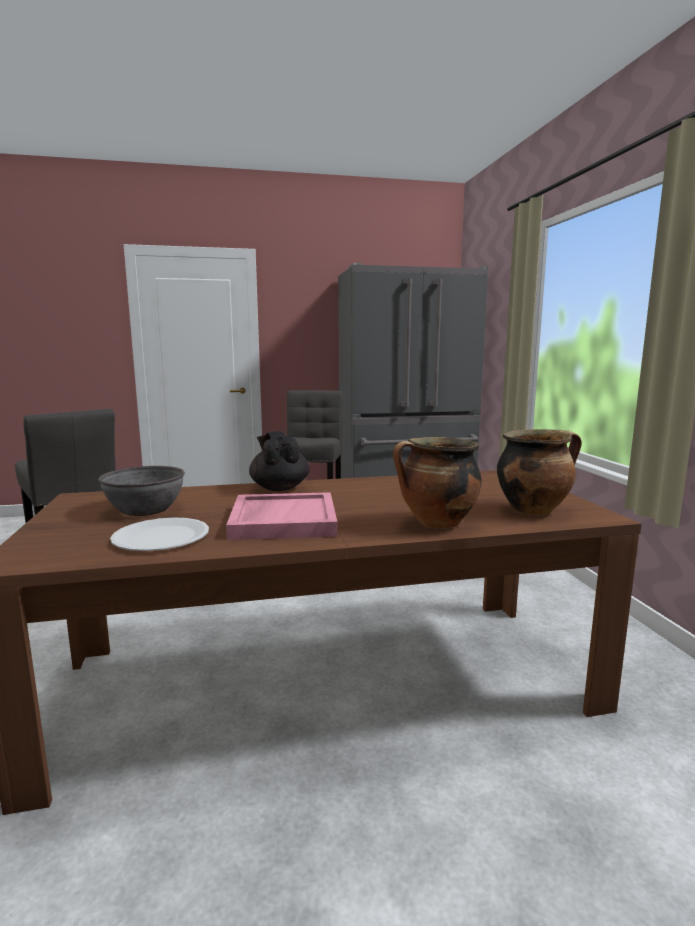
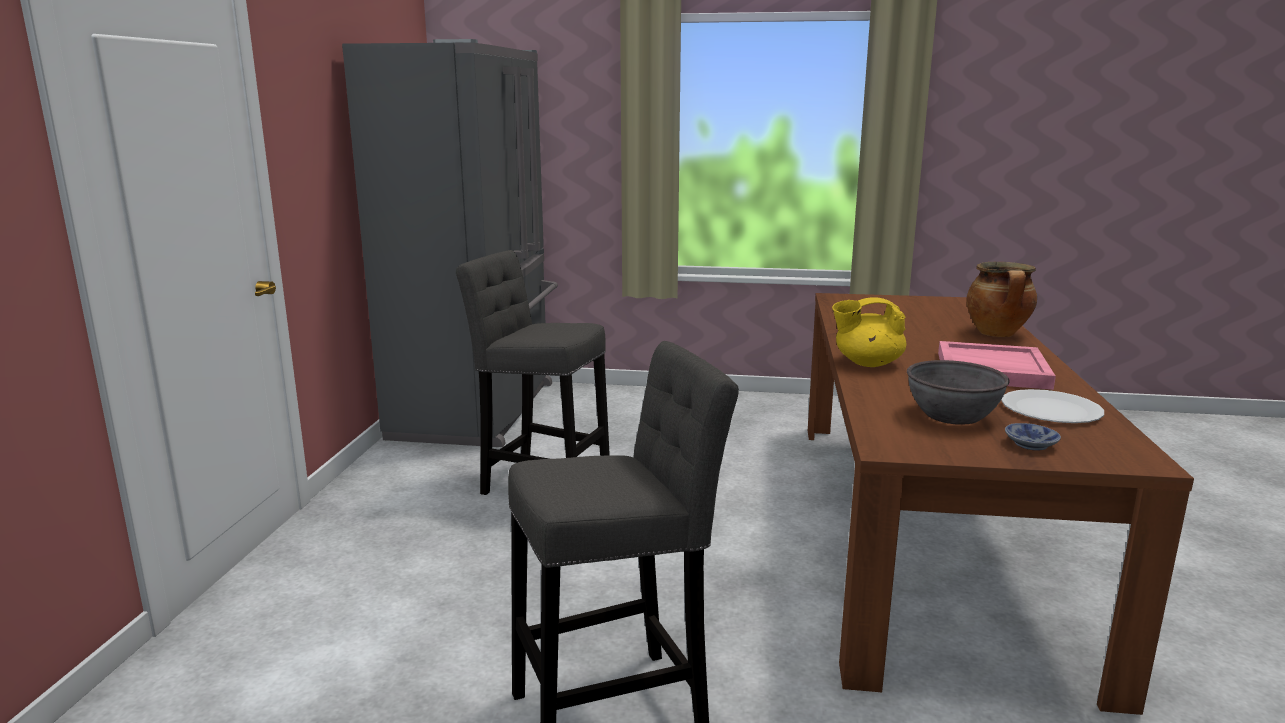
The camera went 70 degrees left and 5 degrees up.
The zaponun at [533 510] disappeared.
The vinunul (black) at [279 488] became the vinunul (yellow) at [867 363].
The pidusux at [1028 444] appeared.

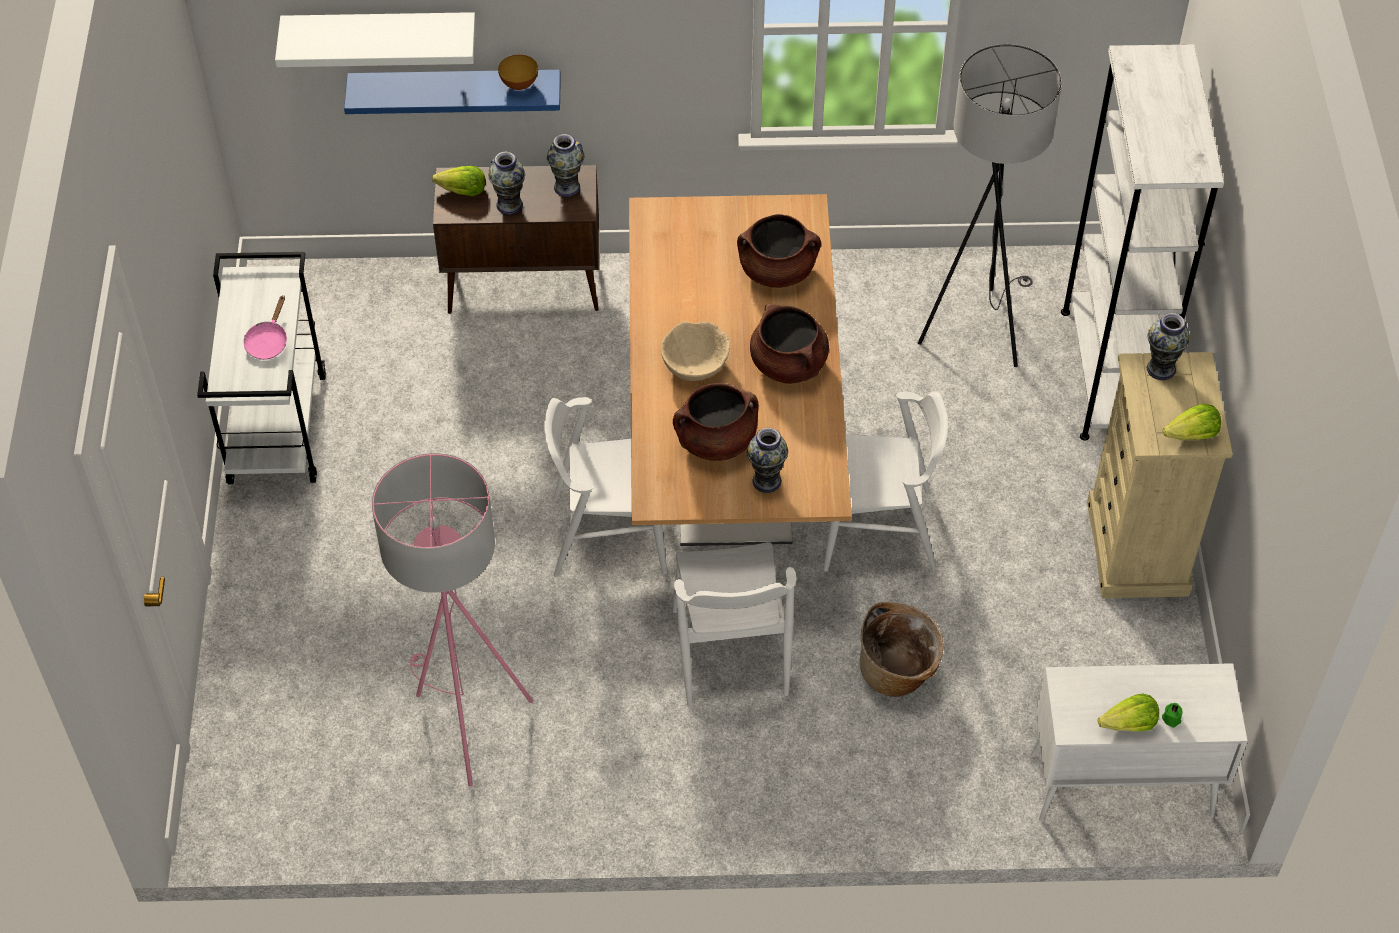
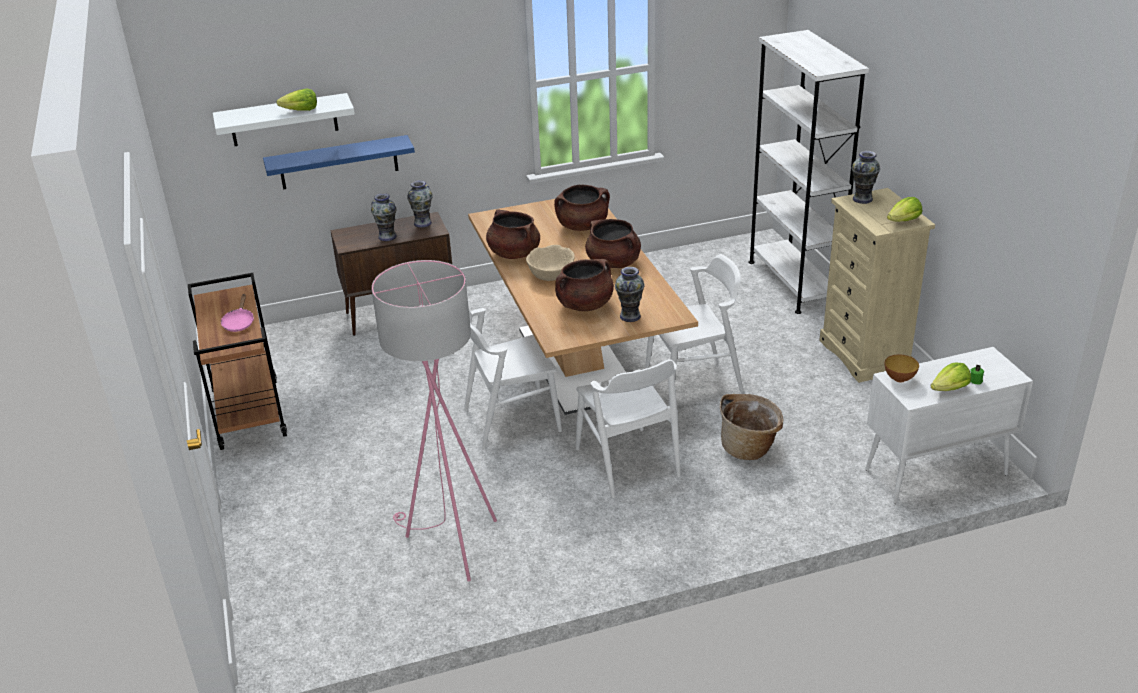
The camera went 15 degrees left and 20 degrees down.
The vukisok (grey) at [976 326] disappeared.
The pidusux moved from [519 85] to [899 379].
The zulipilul moved from [462 191] to [300 111].
The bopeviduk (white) at [276 427] became the bopeviduk (brown) at [248 414].
The zaponun (brown) at [513 253] appeared.

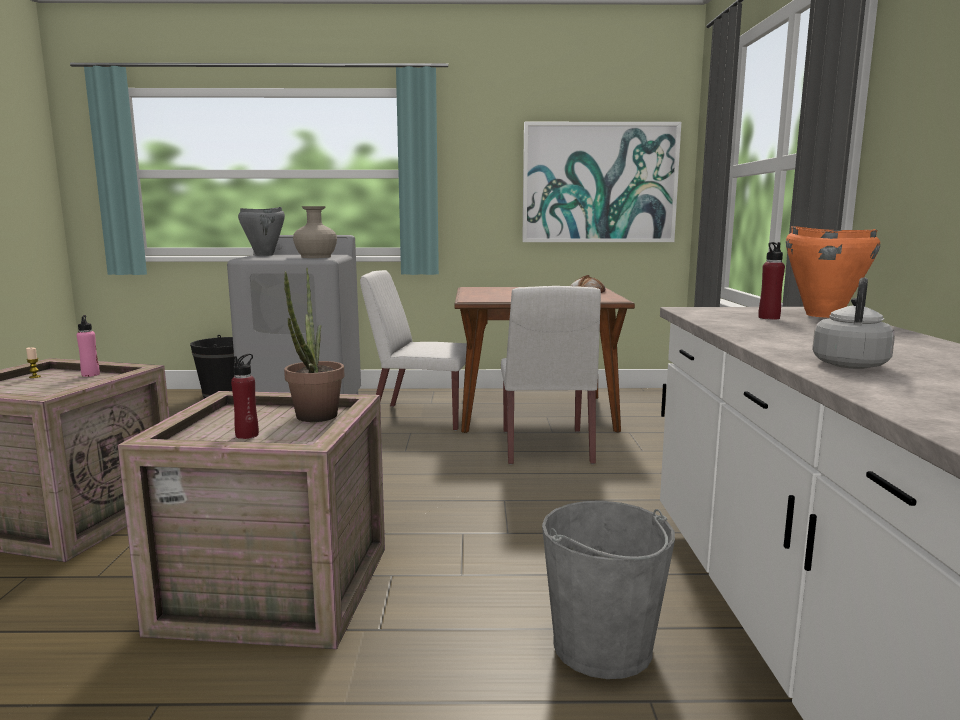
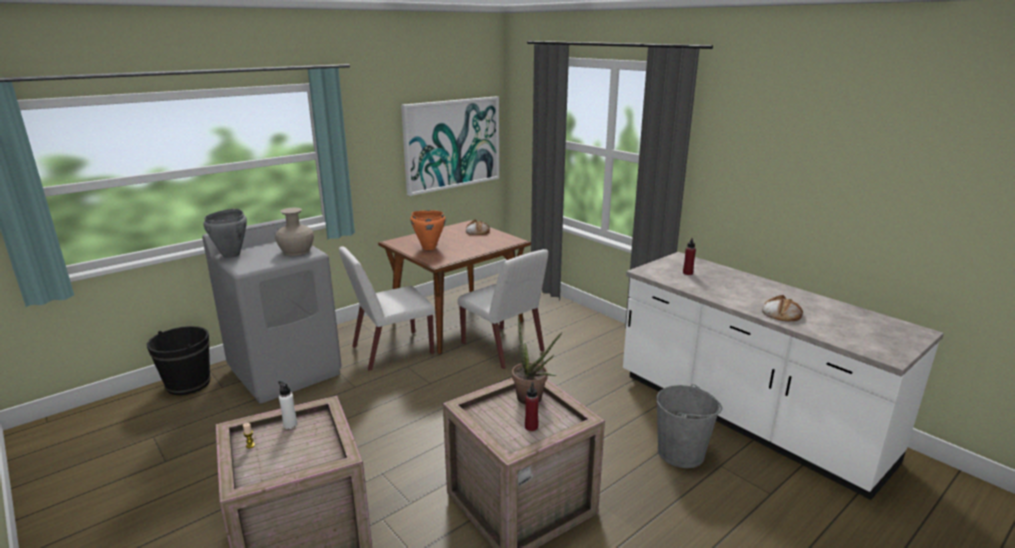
The camera went 40 degrees left and 10 degrees up.
The zaponun (orange) moved from [822 315] to [429 247].
The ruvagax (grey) at [850 364] was replaced by the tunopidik at [781 313].
The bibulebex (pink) at [90 374] became the bibulebex (white) at [290 425].

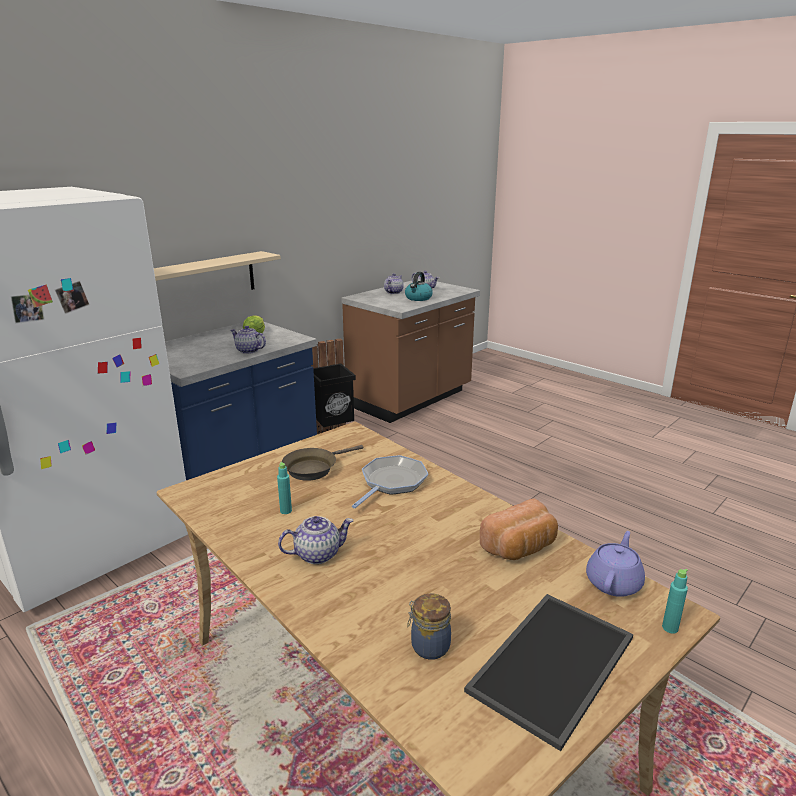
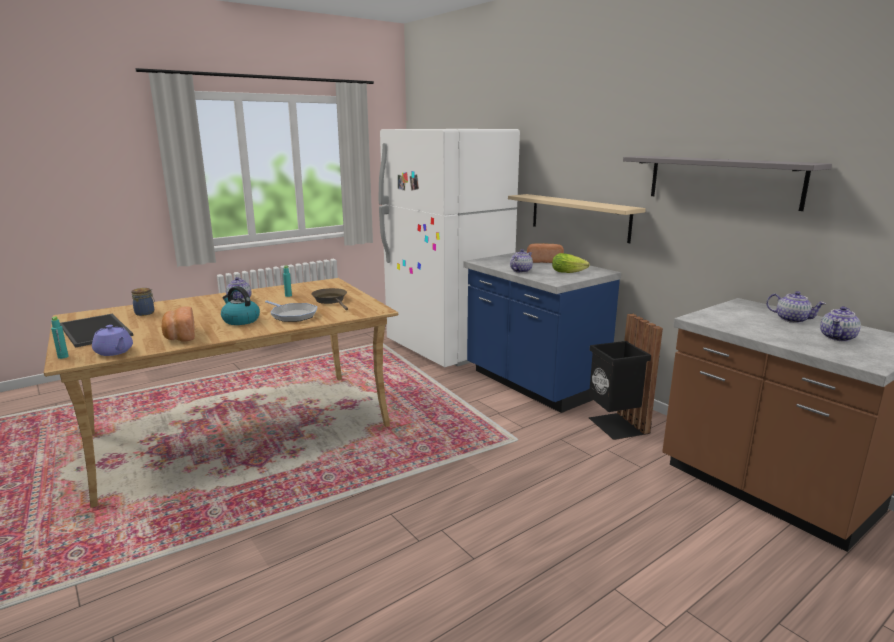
The camera went 100 degrees right and 5 degrees down.
The ruvagax moved from [418 298] to [240 320].
The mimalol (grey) at [722 181] appeared.
The tunopidik at [544 261] appeared.

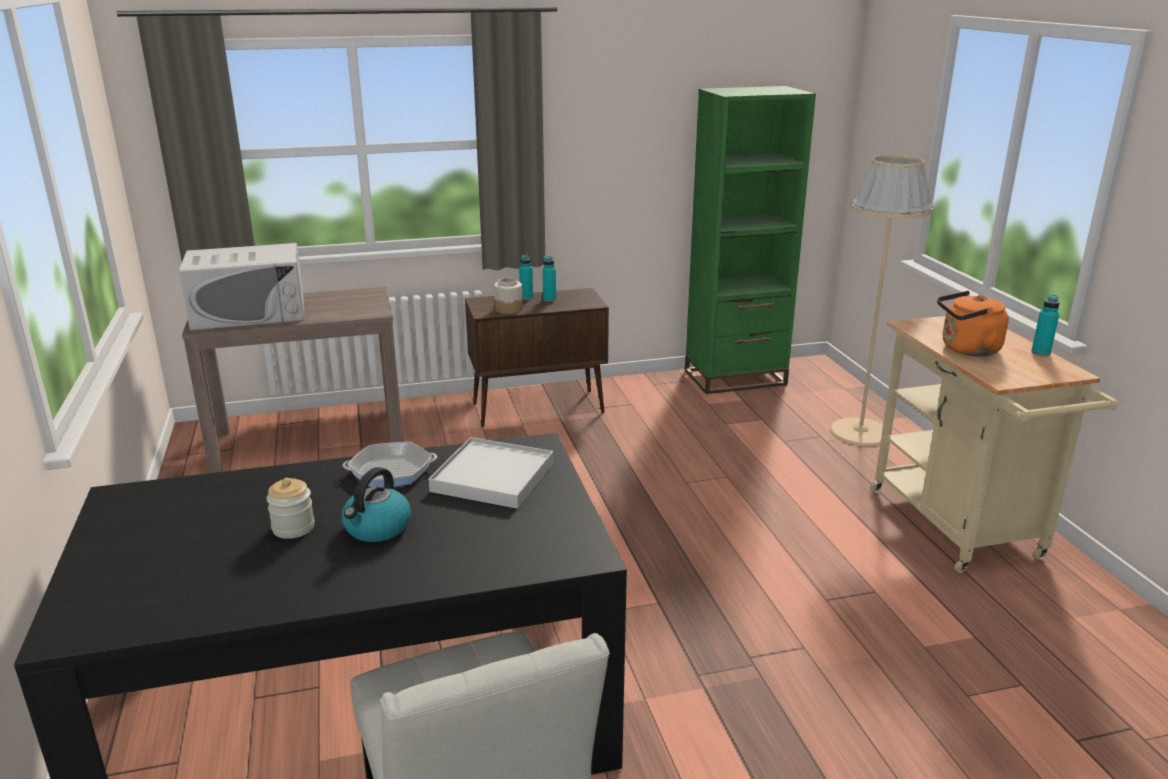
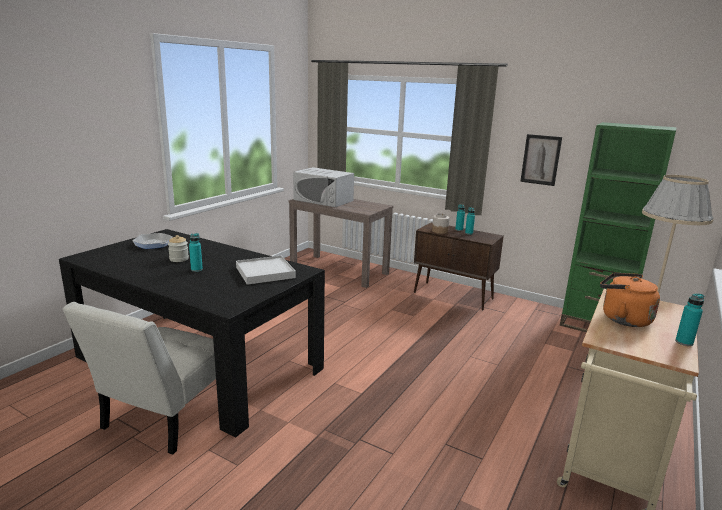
The camera went 45 degrees right and 5 degrees down.
The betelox moved from [391 471] to [153 244].
The ruvagax at [377 528] was replaced by the bibulebex (turquoise) at [196 269].
The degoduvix at [540 160] appeared.

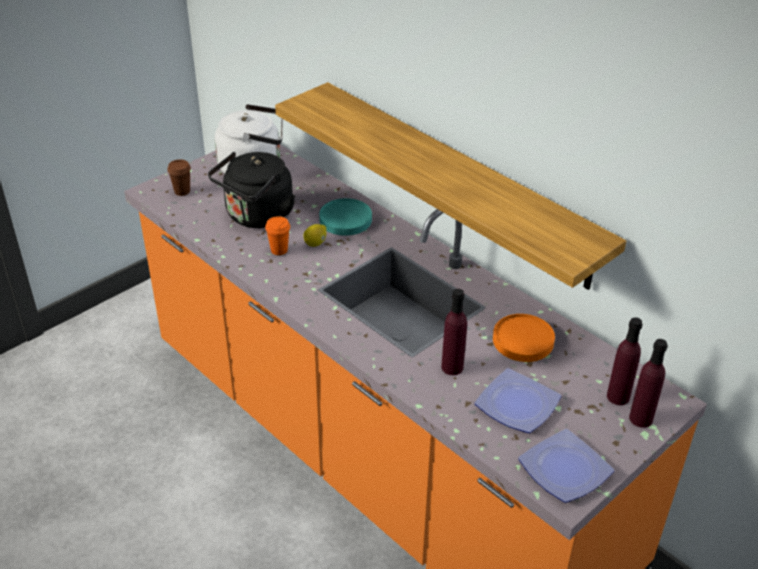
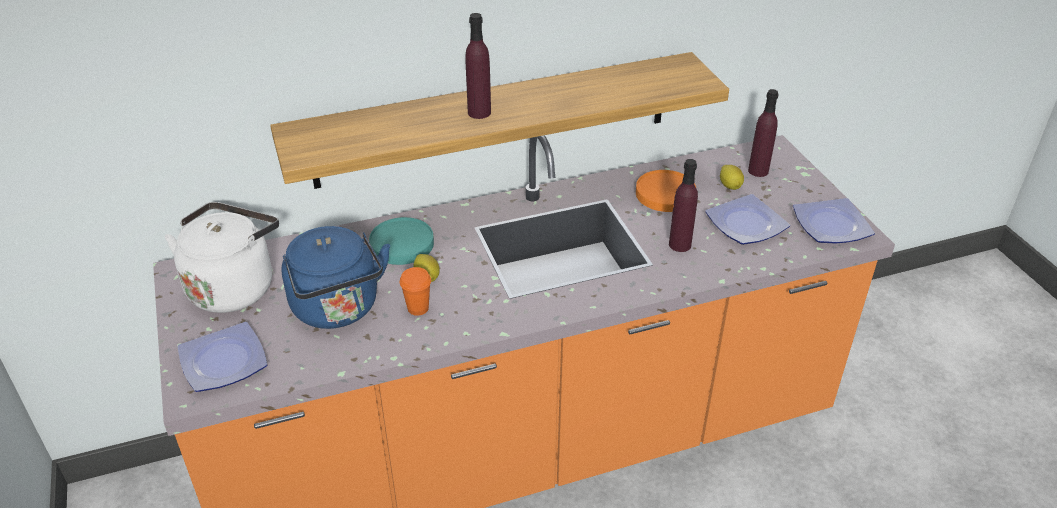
The camera went 65 degrees left and 0 degrees up.
The ruvagax (black) at [257 217] became the ruvagax (blue) at [338 309].
The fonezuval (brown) at [182 191] was replaced by the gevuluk at [222 363].
The bibulebex (purple) moved from [640 418] to [479 112].
The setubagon at [730 186] appeared.

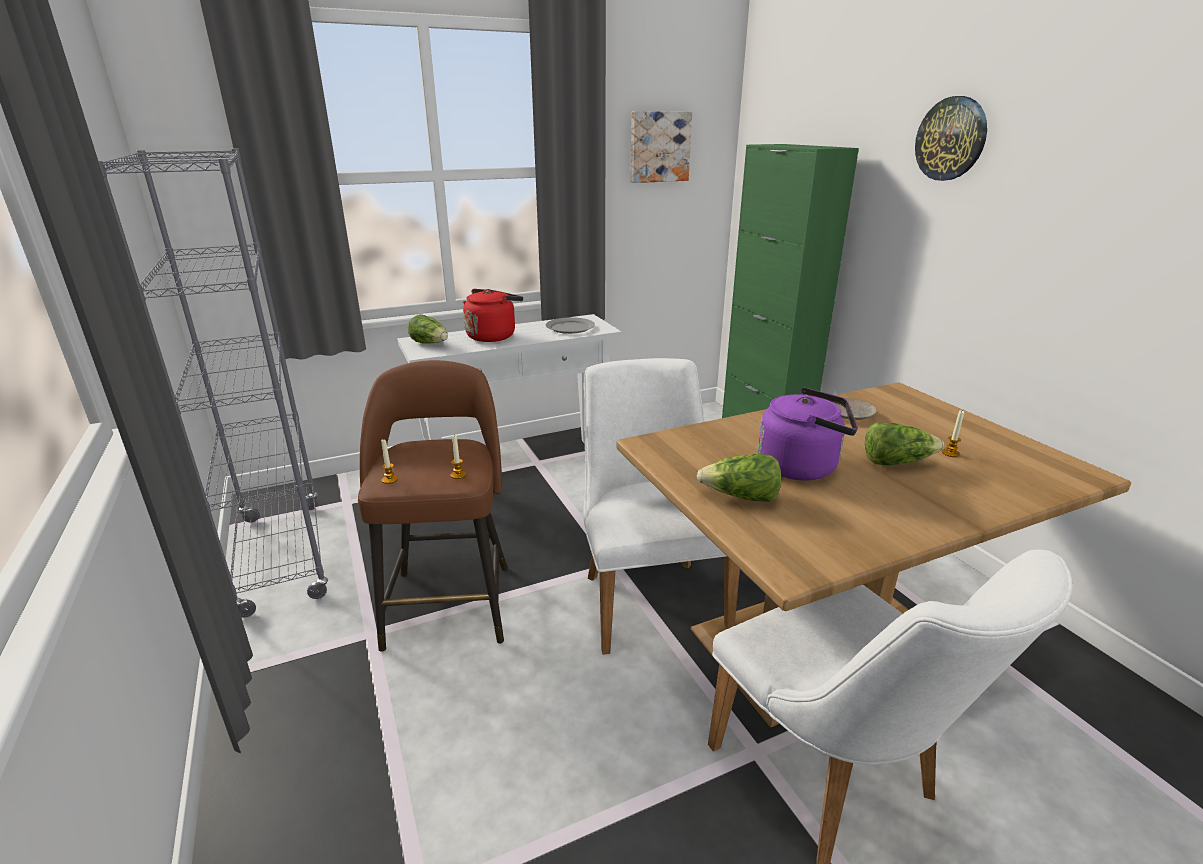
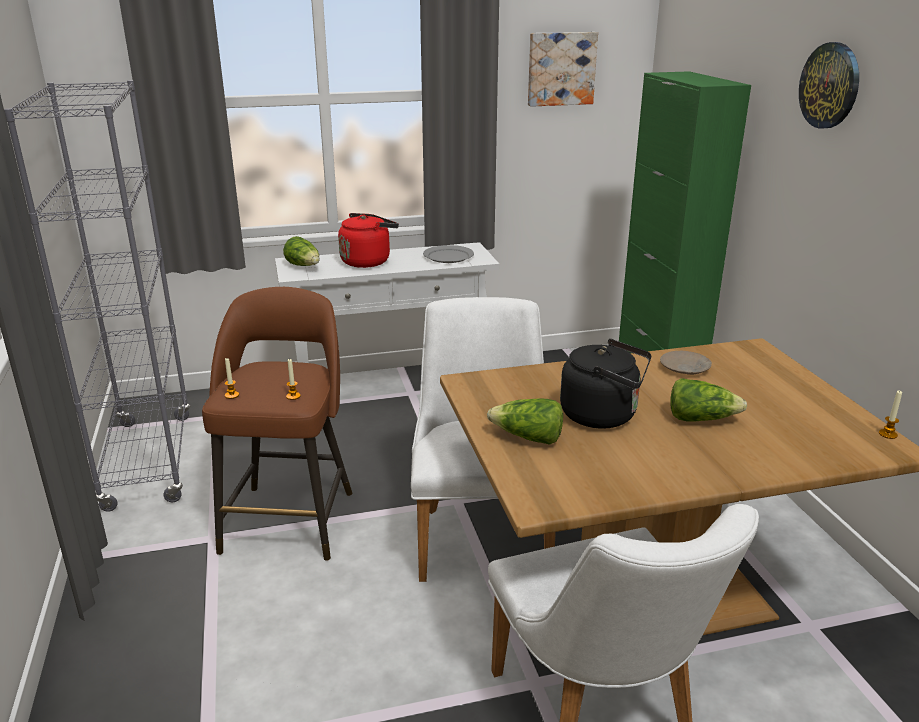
The camera went 10 degrees right and 0 degrees up.
The ruvagax (purple) at [802 467] became the ruvagax (black) at [603 415].
The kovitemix moved from [950 453] to [888 434].

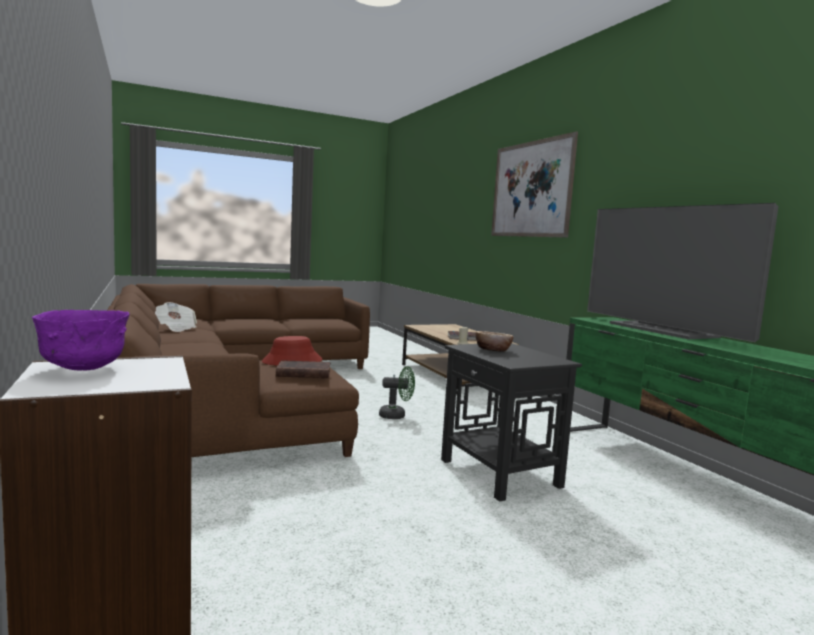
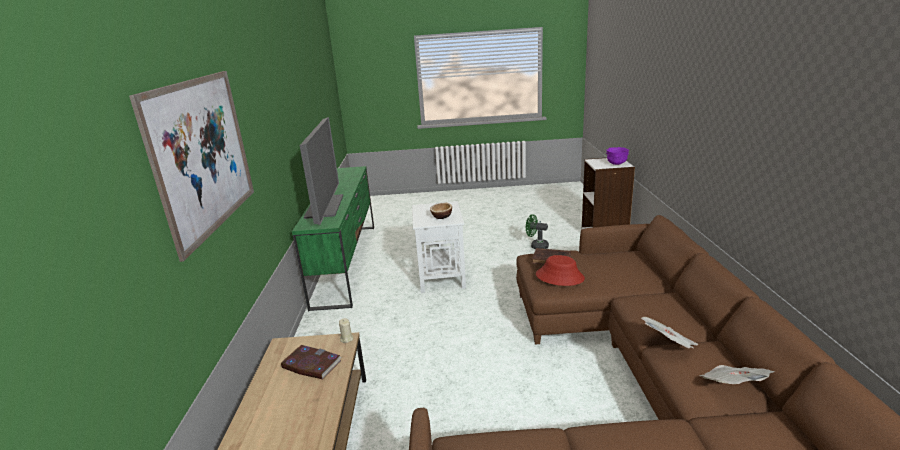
The camera went 155 degrees left and 15 degrees up.
The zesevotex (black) at [500 473] became the zesevotex (white) at [441 276].
The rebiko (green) moved from [396 416] to [536 246].
The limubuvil at [669 345] appeared.

